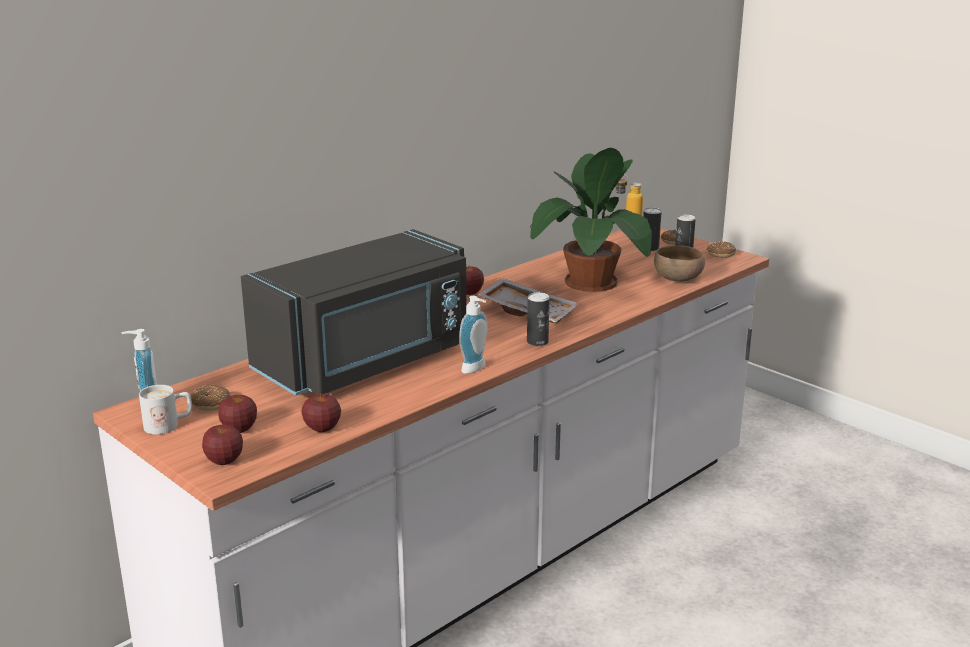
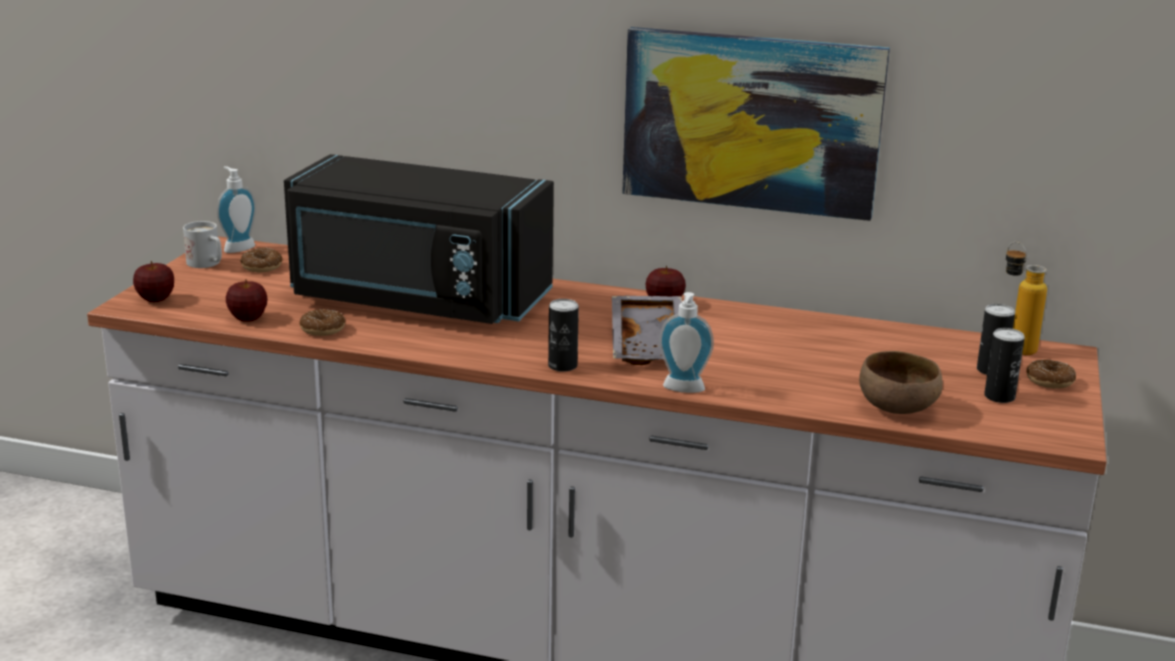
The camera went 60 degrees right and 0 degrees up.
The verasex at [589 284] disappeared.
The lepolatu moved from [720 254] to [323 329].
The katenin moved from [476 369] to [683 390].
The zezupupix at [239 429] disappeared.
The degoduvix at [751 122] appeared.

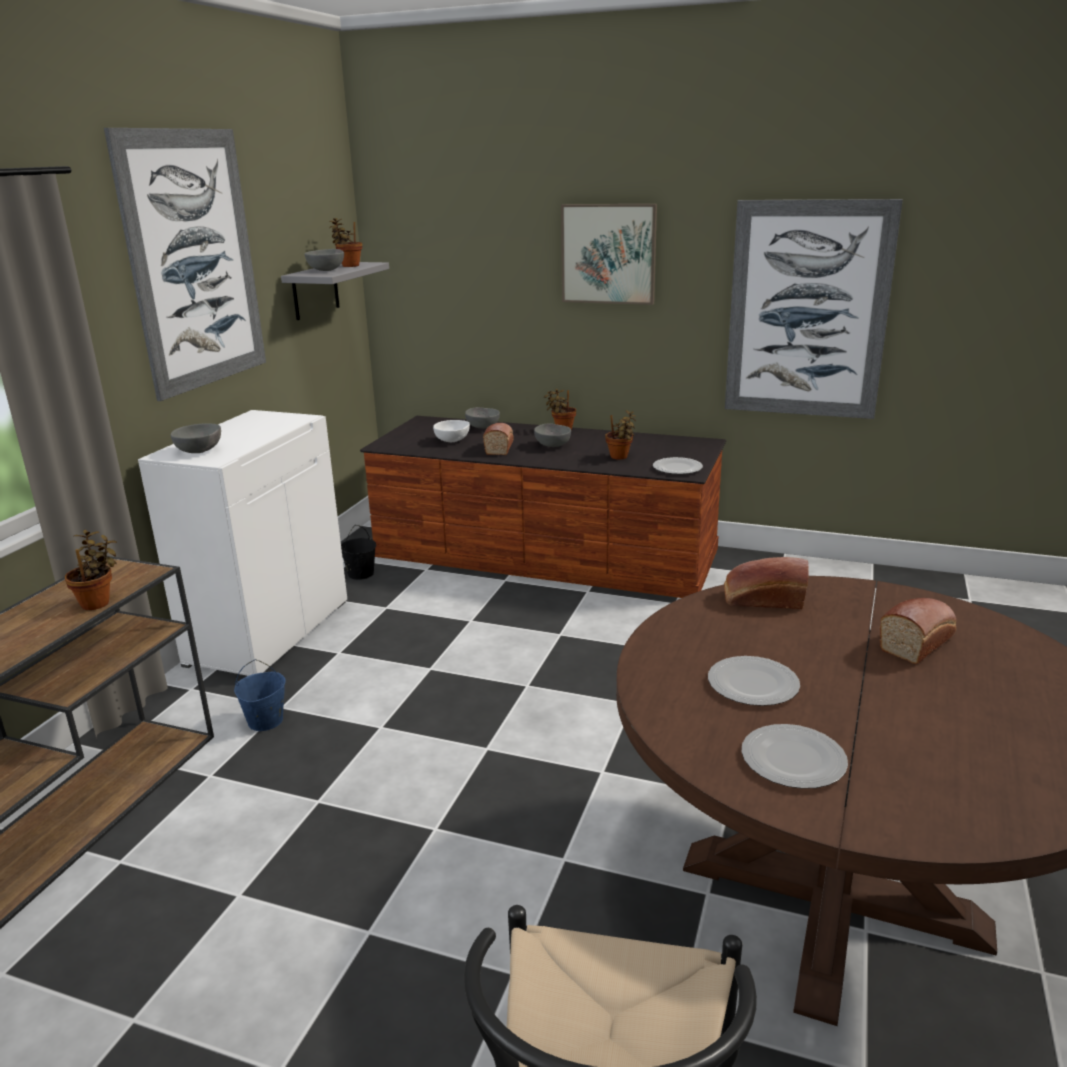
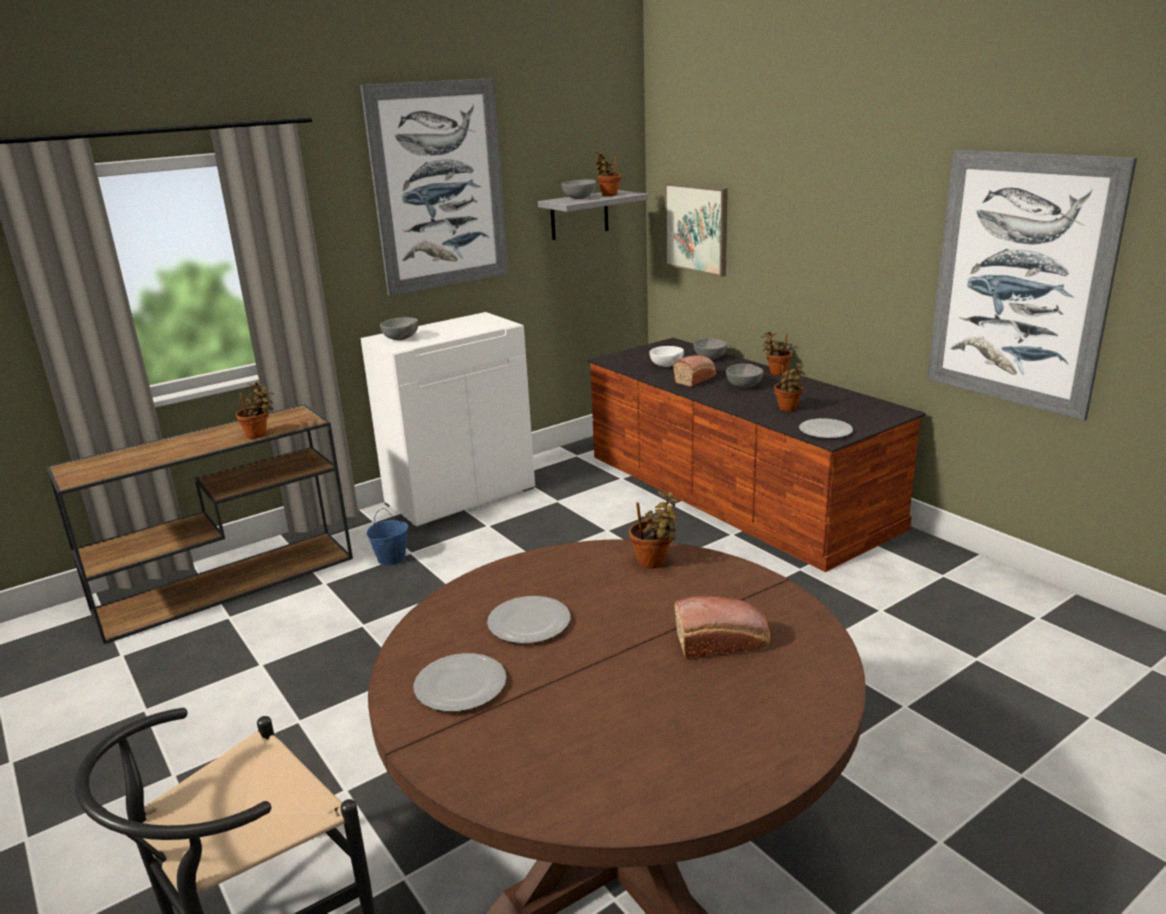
The camera went 35 degrees right and 0 degrees up.
The degoduvix moved from [608 254] to [697 228].
The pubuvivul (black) at [360 574] disappeared.
The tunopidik at [762 600] was replaced by the verasex at [654 562].

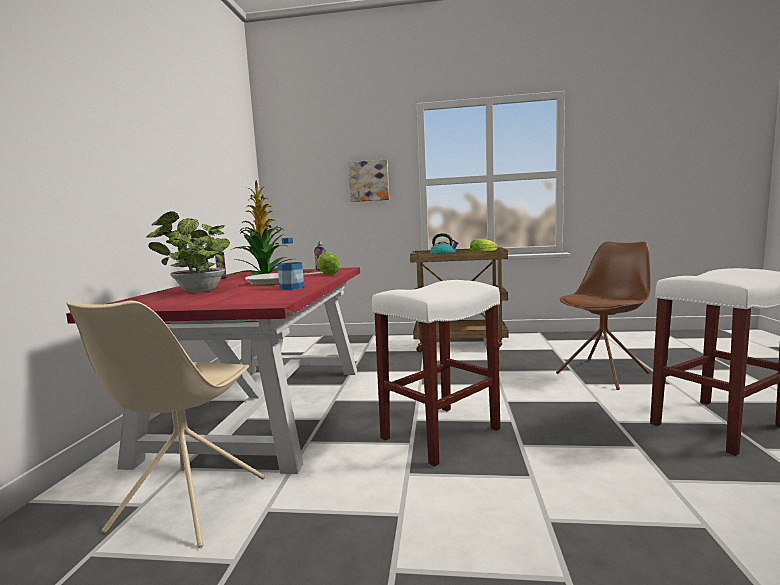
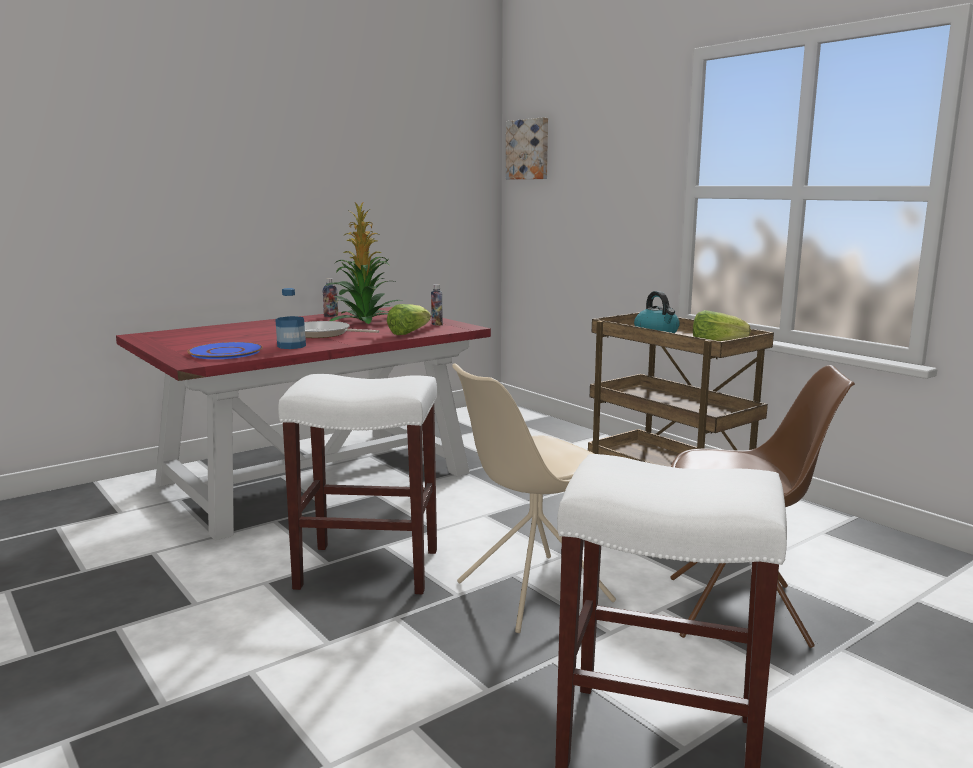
The camera went 45 degrees right and 5 degrees up.
The degoduvix moved from [369 181] to [528 149].
The verasex at [197 291] disappeared.
The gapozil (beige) moved from [188 505] to [531 592].
The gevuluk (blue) at [225 352] appeared.

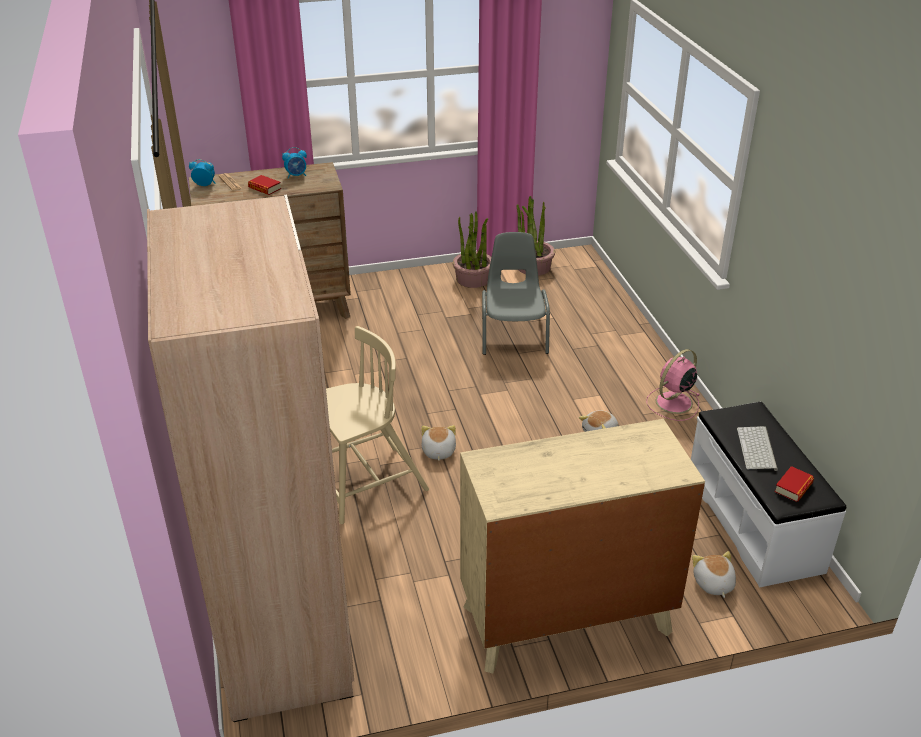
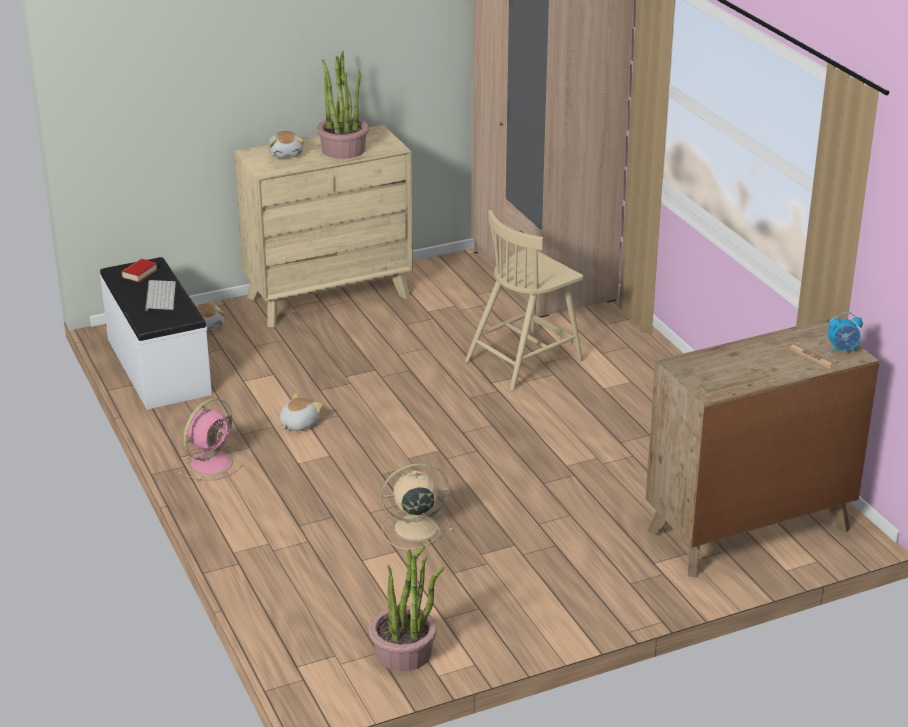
The camera went 170 degrees right and 5 degrees down.
The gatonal at [296 175] disappeared.
The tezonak at [264 188] disappeared.
The verasex moved from [473 279] to [343 149].
The gapozil (grey) at [513 334] was replaced by the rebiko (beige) at [413 528].
The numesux moved from [438 451] to [286 154].

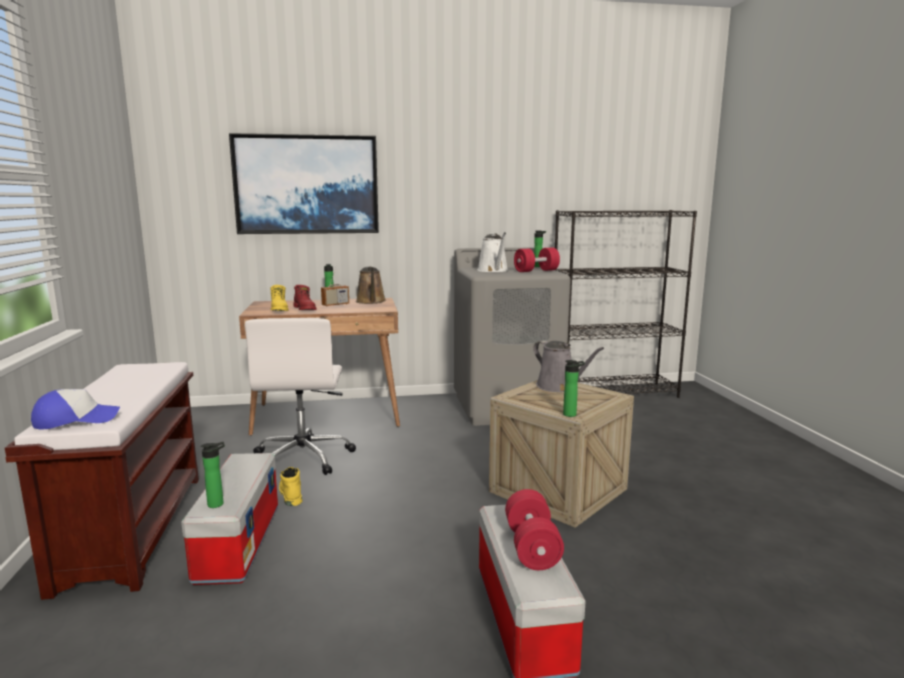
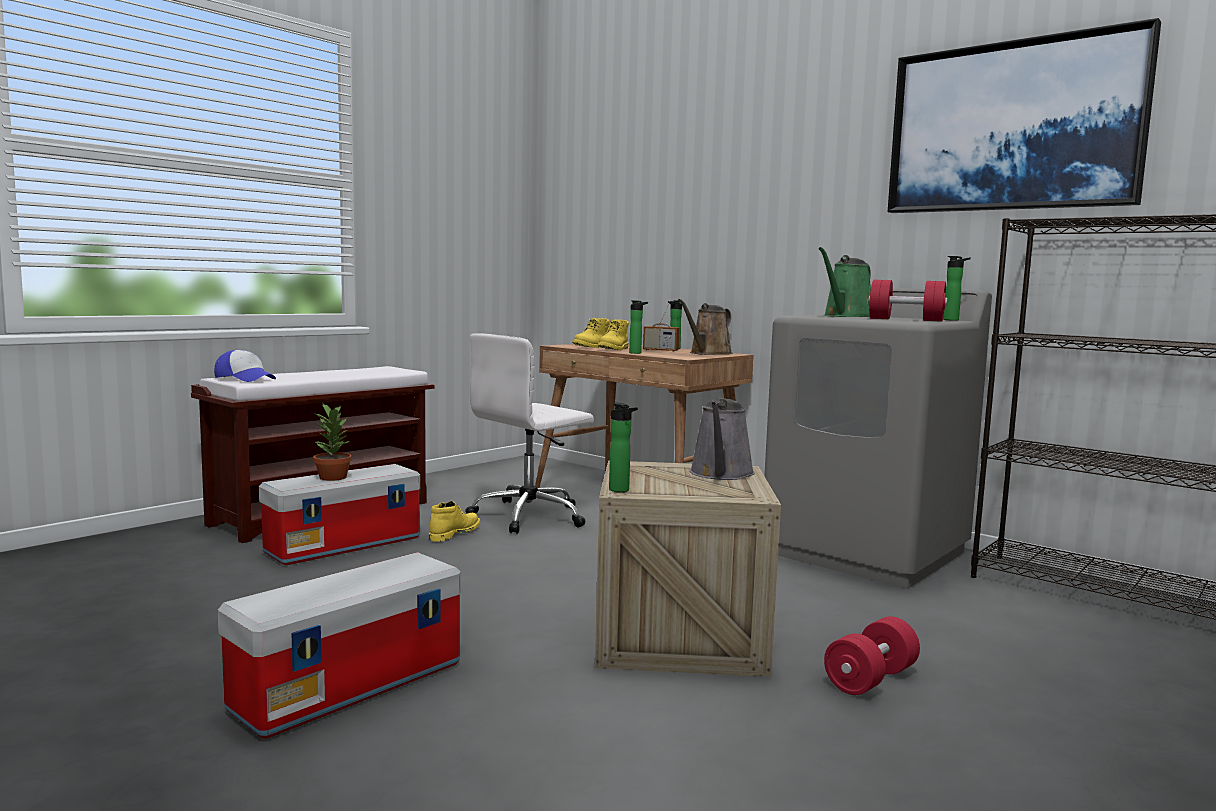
The camera went 50 degrees right and 5 degrees down.
The degoduvix moved from [307 185] to [1013 127].
The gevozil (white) at [493 270] became the gevozil (green) at [846 316].
The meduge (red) at [305 309] became the meduge (yellow) at [614 349].
The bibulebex moved from [218 504] to [637 353].
The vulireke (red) moved from [532 547] to [870 679].
The verasex at [333 477] appeared.

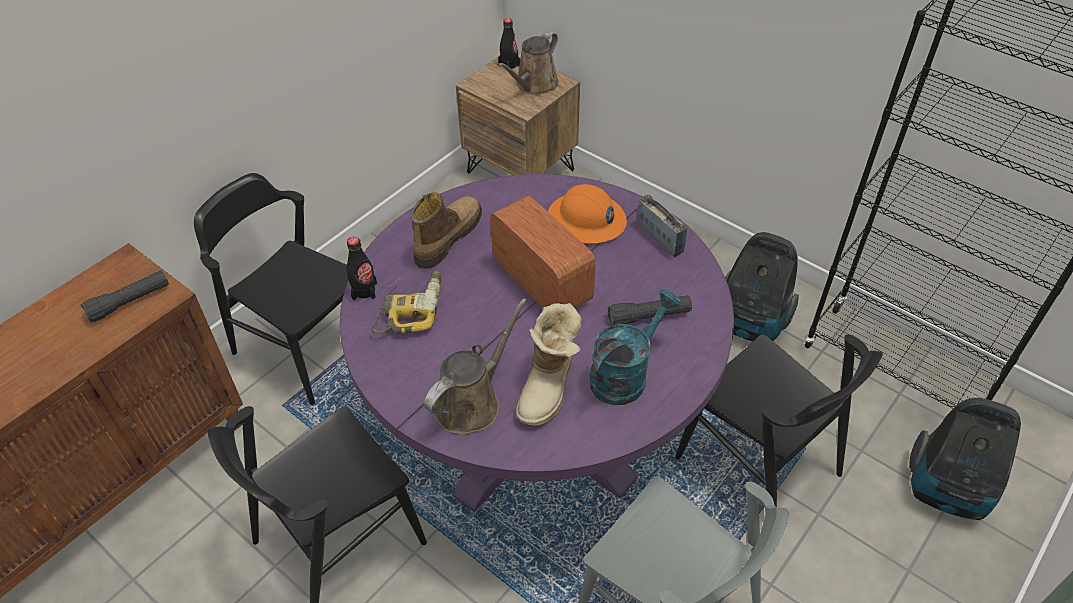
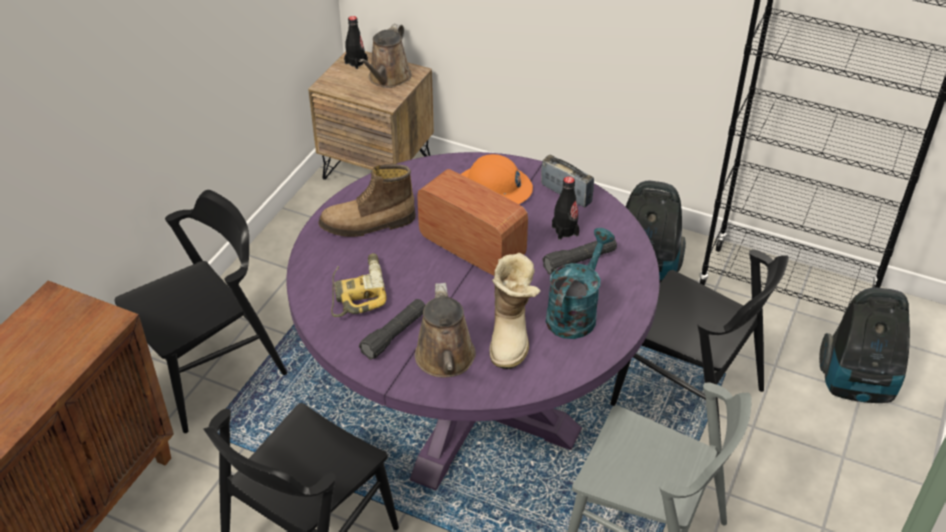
The camera went 15 degrees left and 5 degrees down.
The gapozil (black) at [306 345] turned 120 degrees clockwise.
The meduge at [447 237] turned 120 degrees counterclockwise.
The bibulebex (black) moved from [364 291] to [565 231].
The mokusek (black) moved from [130 302] to [394 335].
The gevozil (brown) at [472 402] turned 150 degrees clockwise.

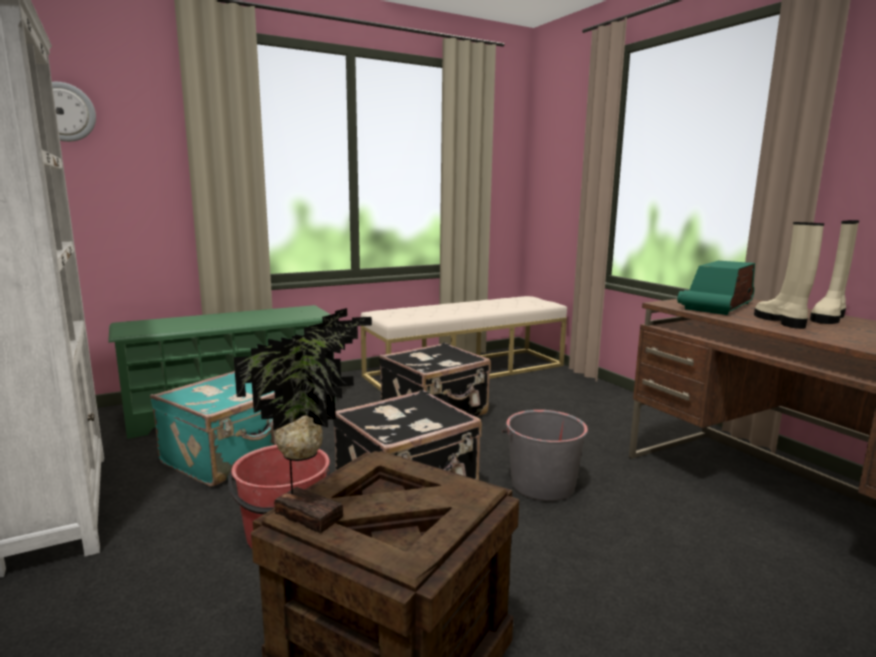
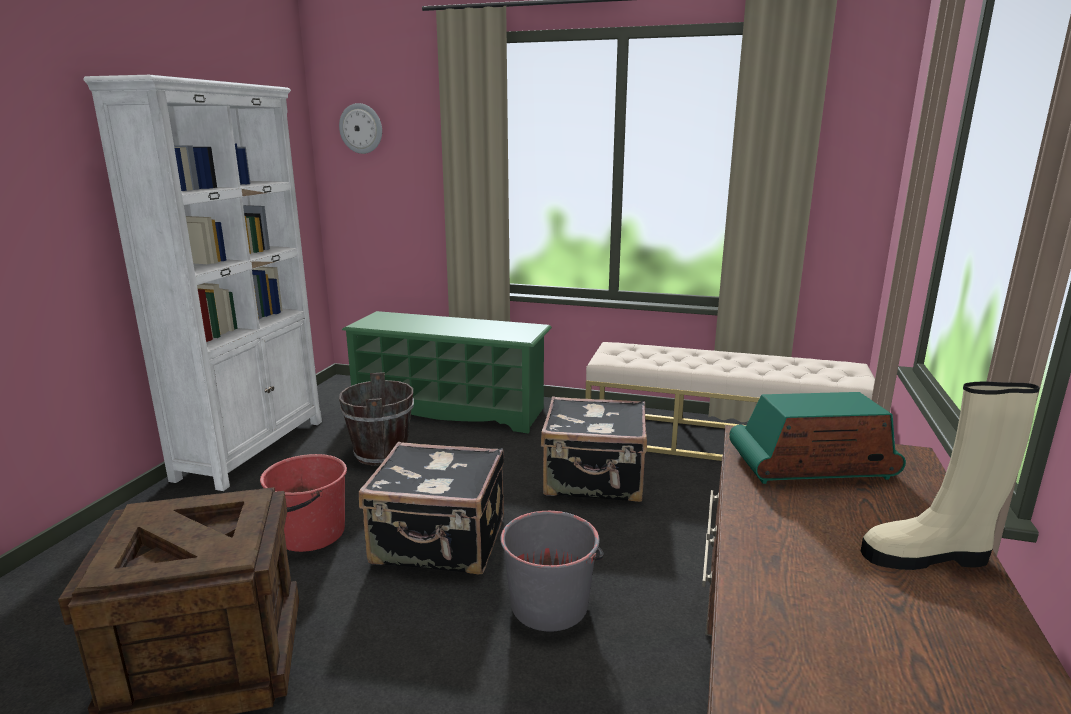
The camera went 45 degrees right and 5 degrees up.
The meduge (beige) at [781 321] disappeared.
The verasex at [310 513] disappeared.
The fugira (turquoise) at [231 457] was replaced by the pubuvivul (brown) at [382 454].

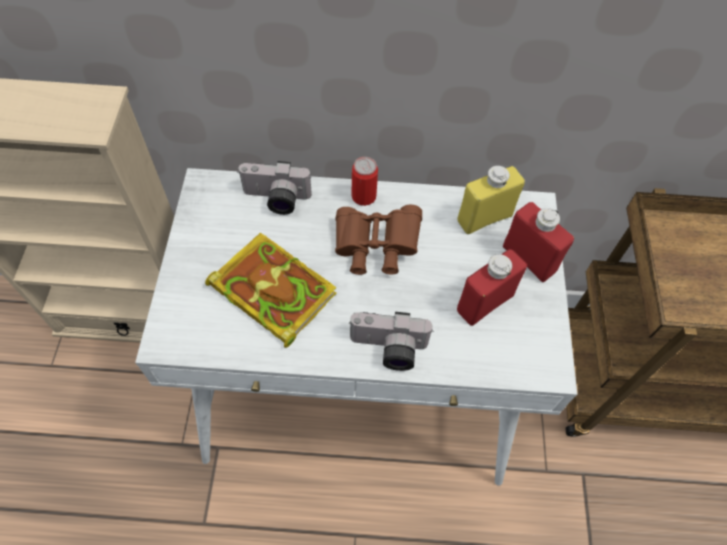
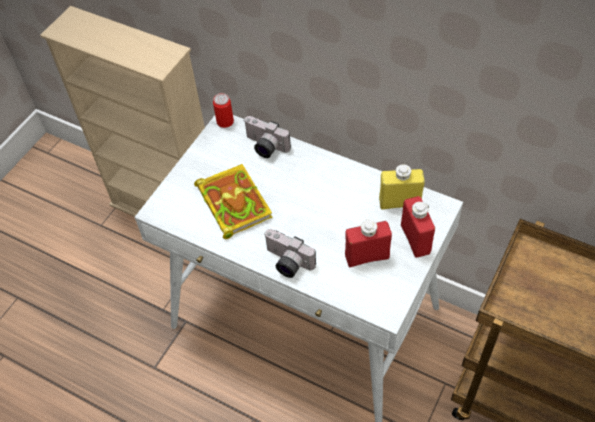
The camera went 30 degrees right and 5 degrees down.
The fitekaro moved from [363 196] to [225 121].
The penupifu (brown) at [375 248] disappeared.

